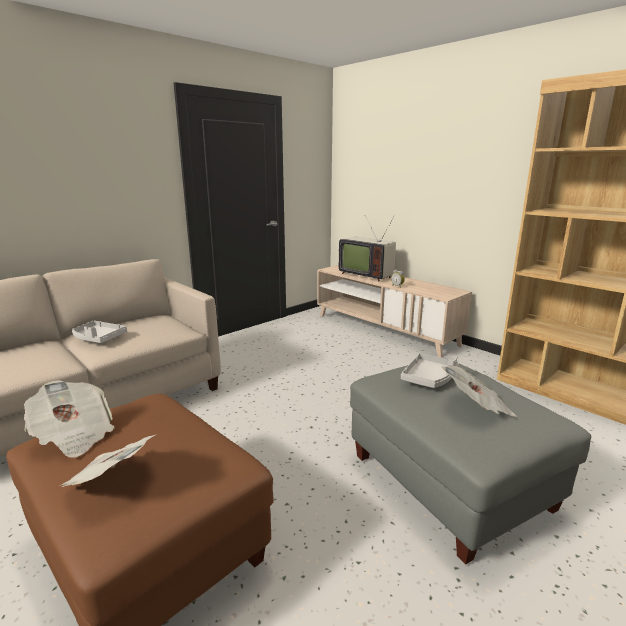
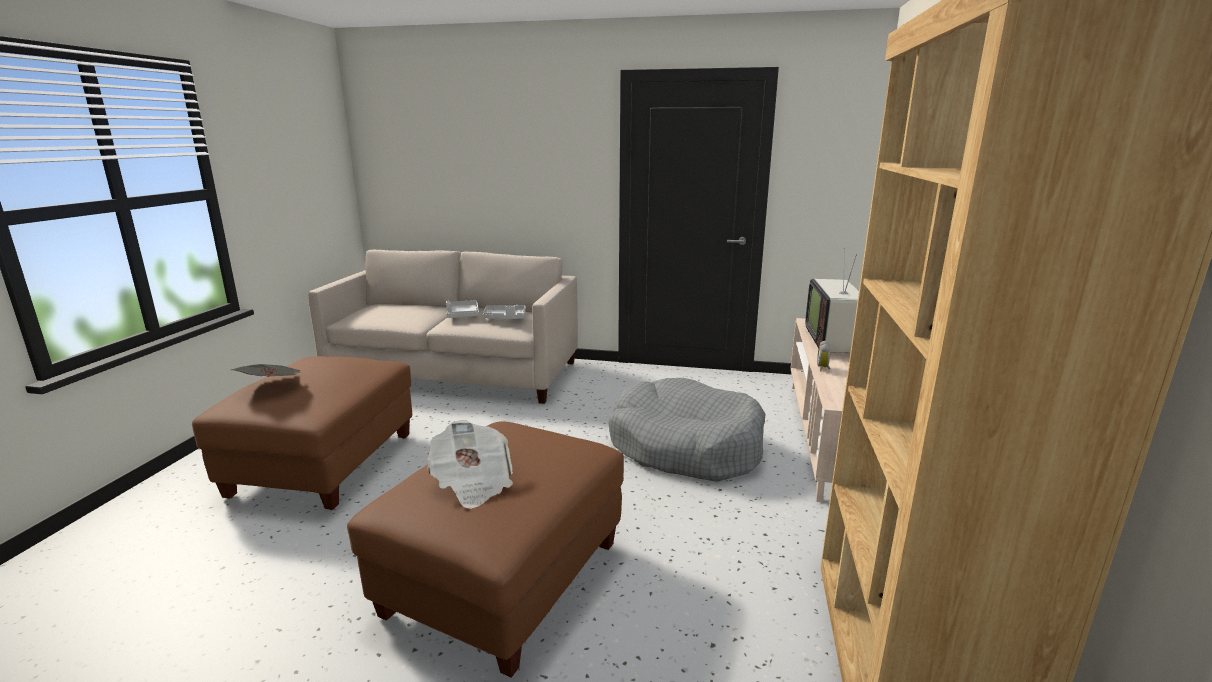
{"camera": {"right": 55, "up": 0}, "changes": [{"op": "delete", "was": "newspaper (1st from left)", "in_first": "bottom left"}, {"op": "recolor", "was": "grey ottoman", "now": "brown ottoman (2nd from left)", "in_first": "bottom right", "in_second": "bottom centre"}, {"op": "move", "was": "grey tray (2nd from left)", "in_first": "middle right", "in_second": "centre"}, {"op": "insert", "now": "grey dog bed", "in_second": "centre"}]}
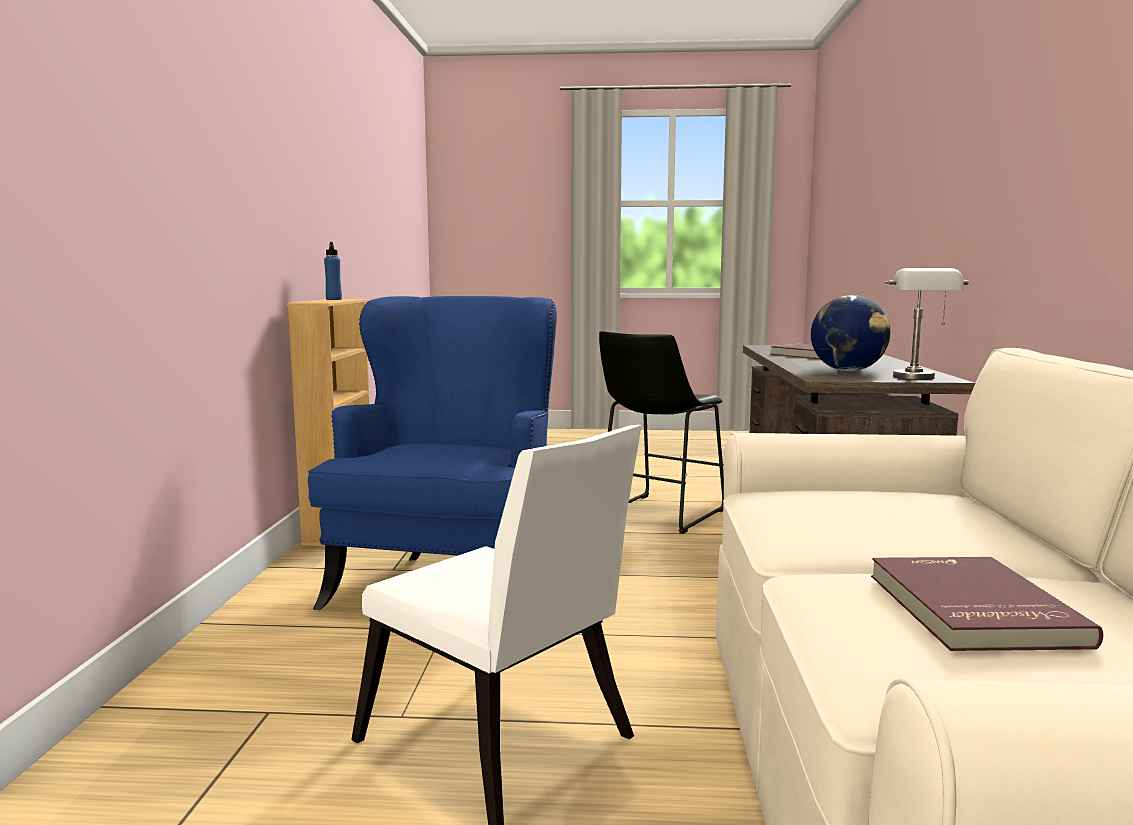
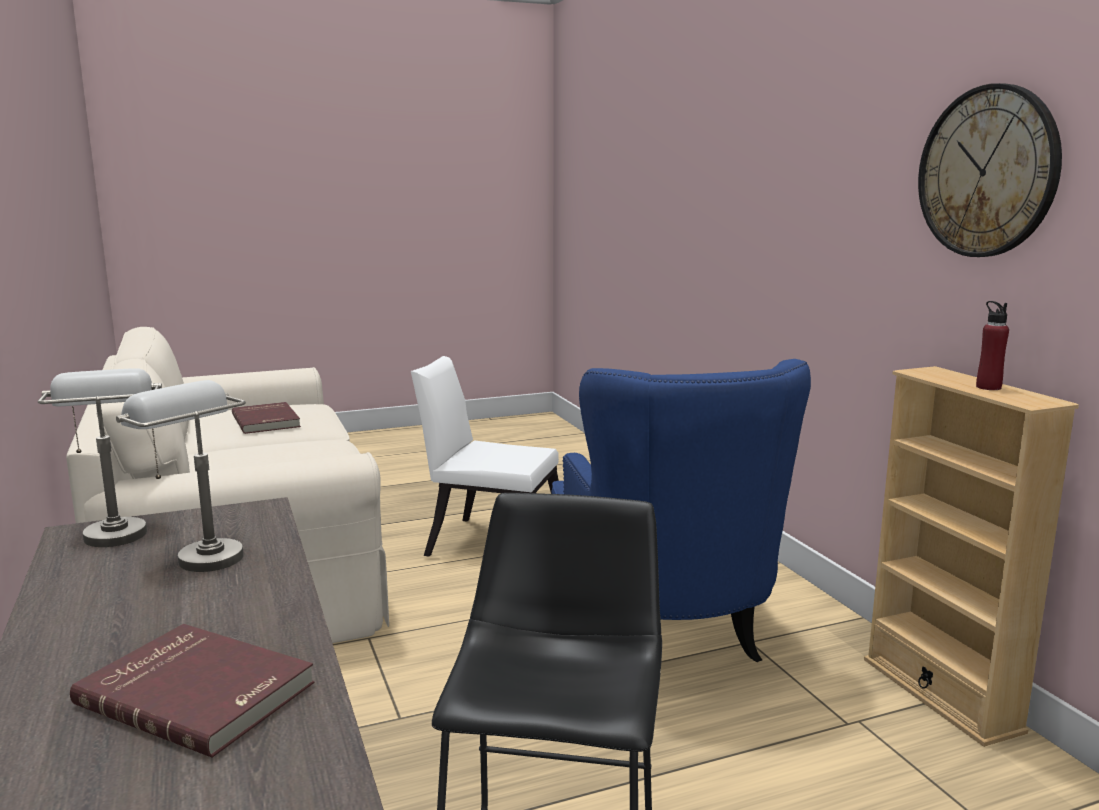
{"camera": {"right": 155, "up": 5}, "changes": [{"op": "recolor", "was": "blue bottle", "now": "red bottle", "in_first": "top left", "in_second": "middle right"}, {"op": "replace", "was": "globe", "now": "grey table lamp (2nd from left)", "in_first": "middle right", "in_second": "middle left"}, {"op": "insert", "now": "wall clock", "in_second": "top right"}]}
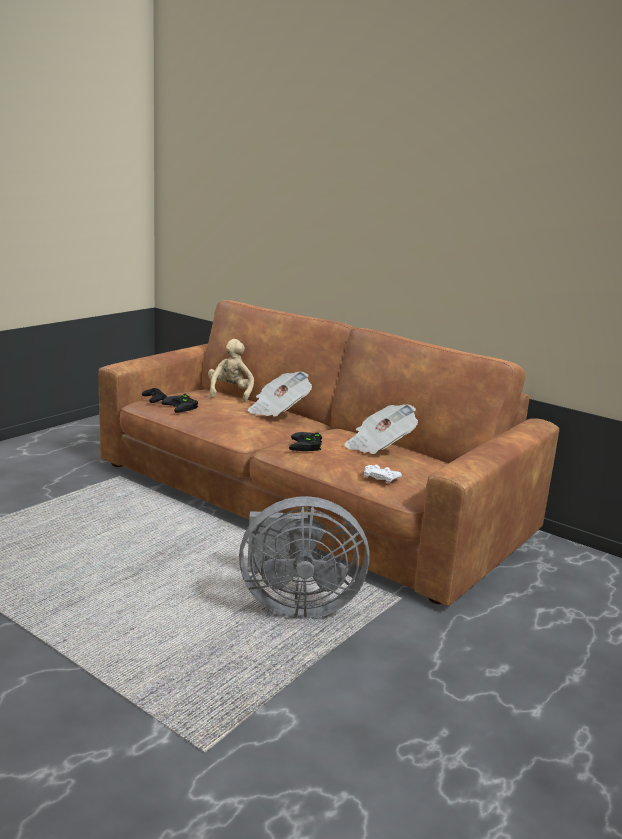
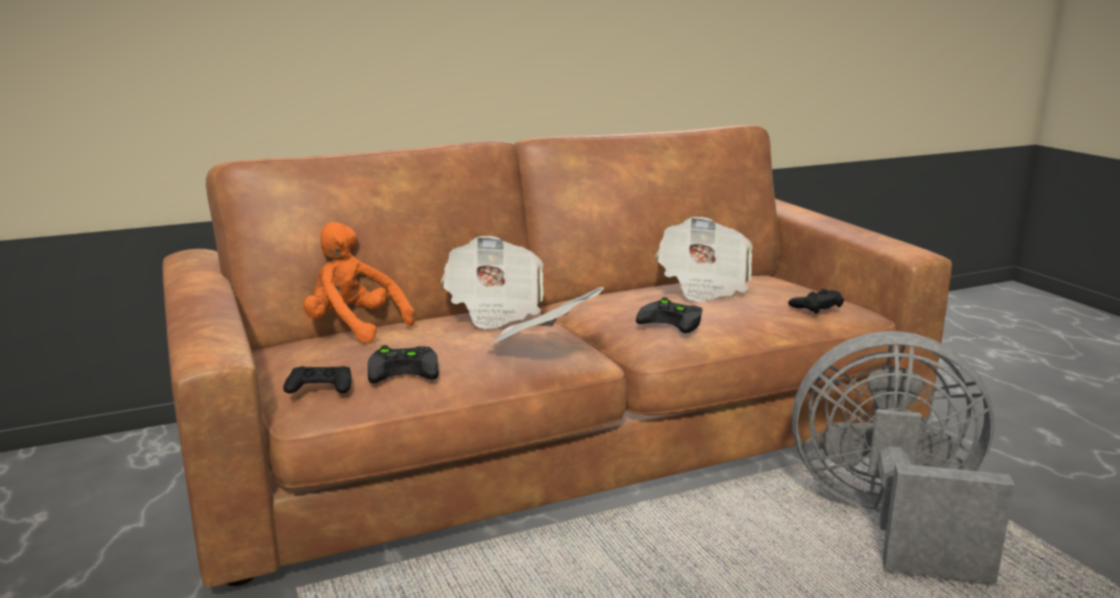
{"camera": {"right": -60, "up": 0}, "changes": [{"op": "recolor", "was": "beige plush toy", "now": "orange plush toy", "in_first": "centre", "in_second": "middle left"}, {"op": "rotate", "was": "grey fan", "in_first": "centre", "in_second": "bottom right", "clockwise": -105}, {"op": "recolor", "was": "white game controller", "now": "black game controller (4th from left)", "in_first": "centre", "in_second": "middle right"}, {"op": "insert", "now": "newspaper (2nd from left)", "in_second": "centre"}]}
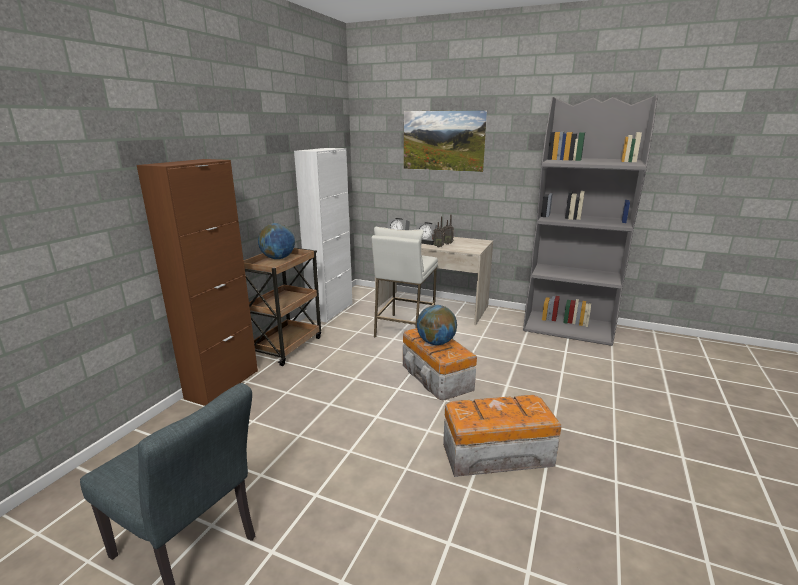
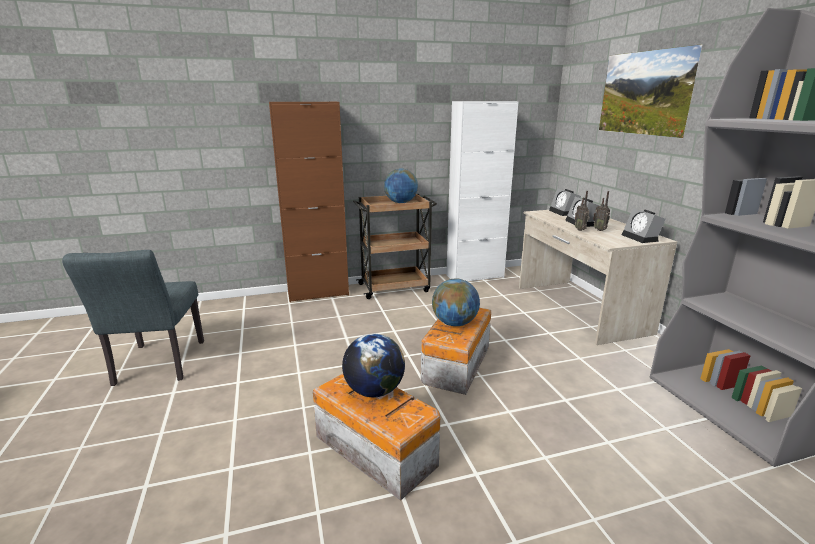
{"camera": {"right": 50, "up": 0}, "changes": [{"op": "delete", "was": "white stool", "in_first": "centre"}, {"op": "insert", "now": "globe (1st from left)", "in_second": "bottom centre"}, {"op": "insert", "now": "alarm clock (3rd from left)", "in_second": "middle right"}]}
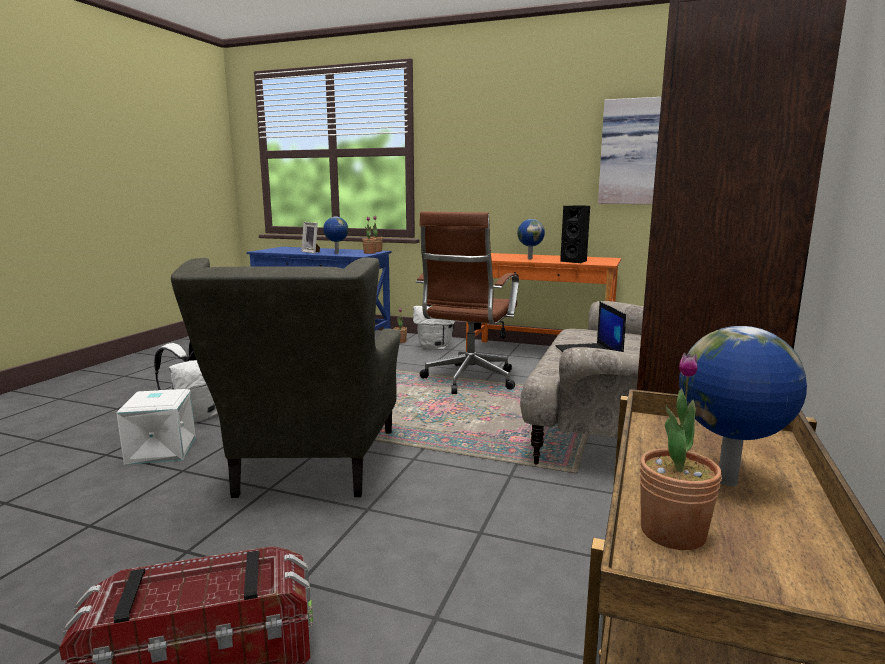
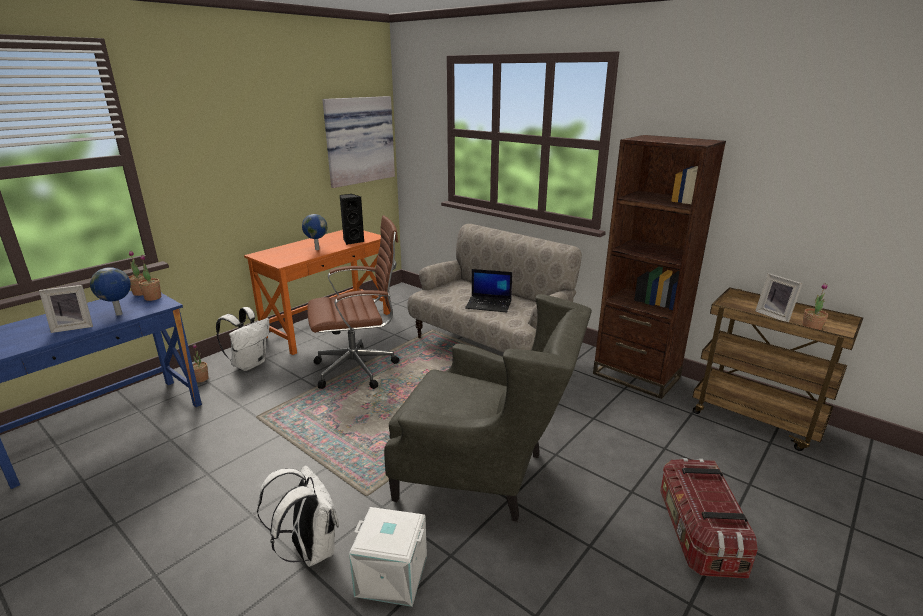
{"camera": {"right": -70, "up": 10}, "changes": [{"op": "rotate", "was": "brown office chair", "in_first": "centre", "in_second": "centre", "clockwise": -60}, {"op": "replace", "was": "globe (3rd from left)", "now": "picture frame (2nd from left)", "in_first": "middle right", "in_second": "middle right"}]}
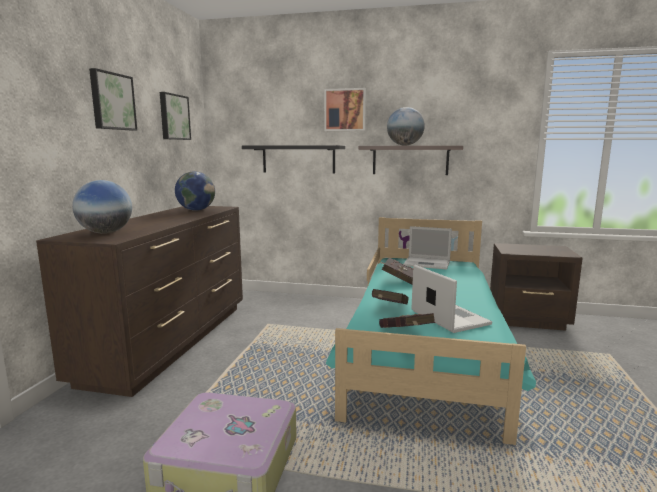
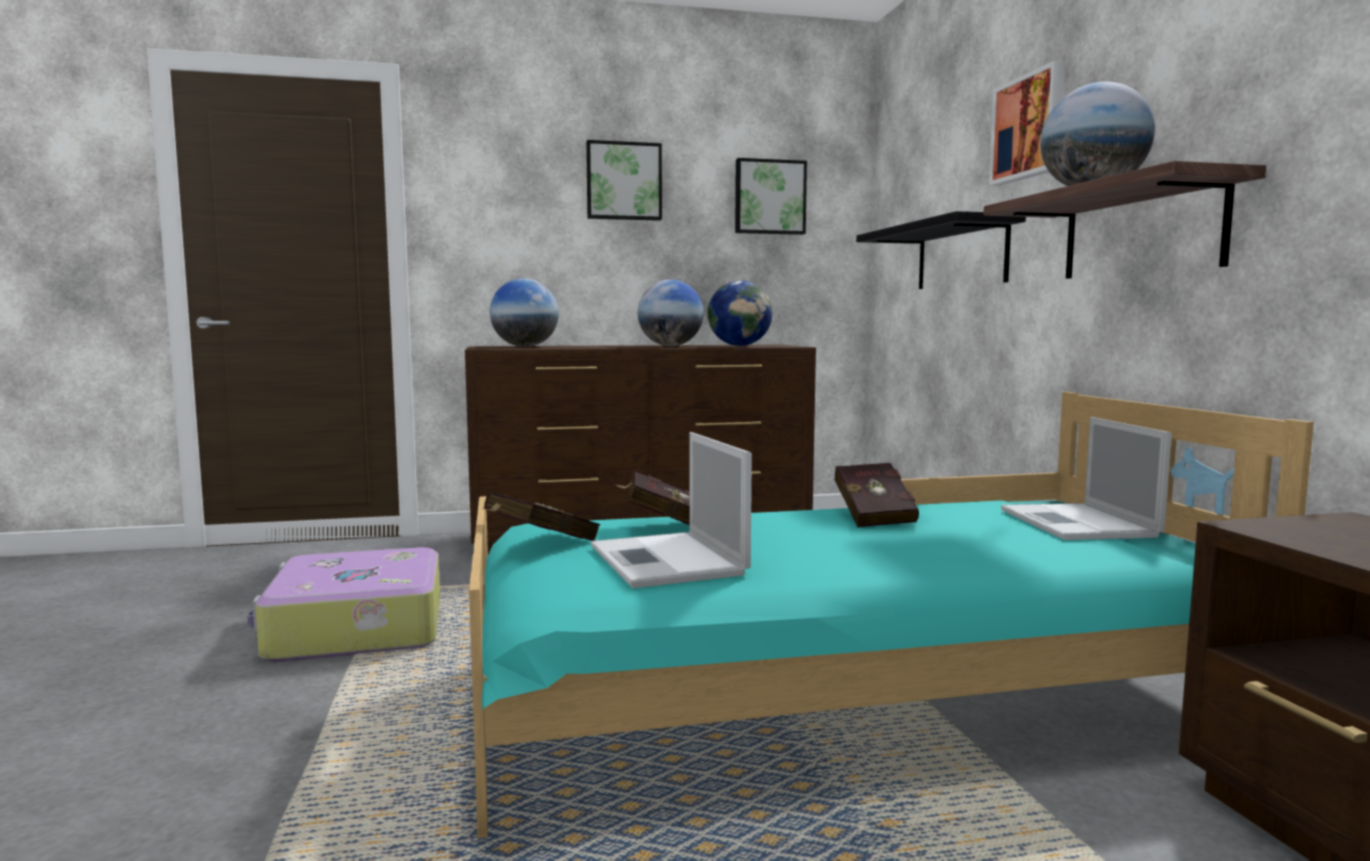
{"camera": {"right": 65, "up": -5}, "changes": [{"op": "rotate", "was": "laptop (2nd from left in the first image)", "in_first": "middle right", "in_second": "centre", "clockwise": 120}, {"op": "insert", "now": "globe (2nd from left)", "in_second": "centre"}]}
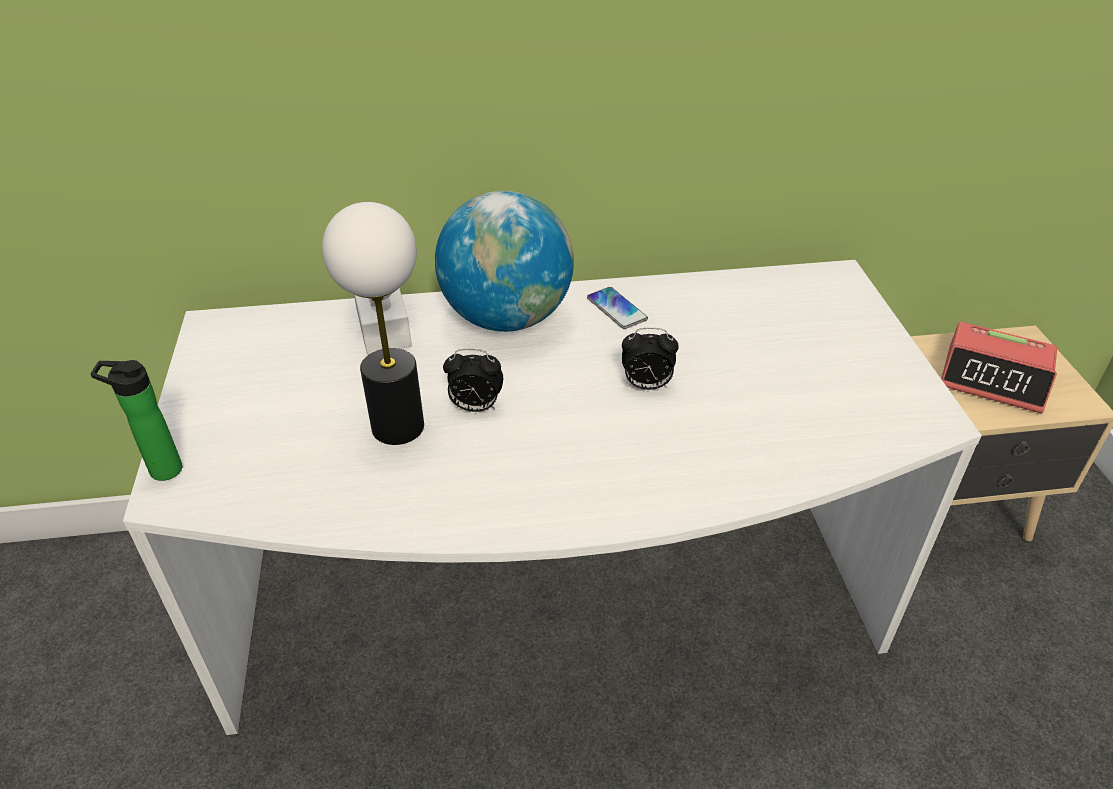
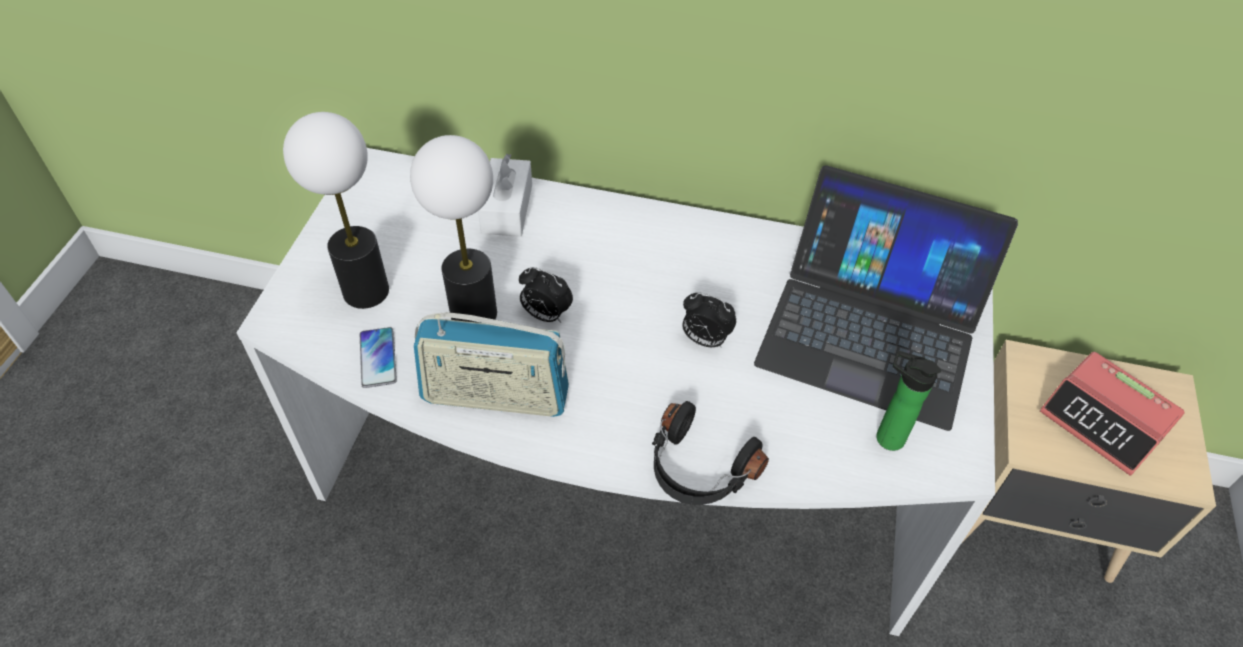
{"camera": {"right": 20, "up": 10}, "changes": [{"op": "move", "was": "bottle", "in_first": "middle left", "in_second": "middle right"}, {"op": "delete", "was": "globe", "in_first": "top centre"}, {"op": "move", "was": "phone", "in_first": "centre", "in_second": "middle left"}, {"op": "insert", "now": "table lamp (1st from left)", "in_second": "top left"}, {"op": "insert", "now": "radio", "in_second": "centre"}, {"op": "insert", "now": "black headphones", "in_second": "bottom centre"}, {"op": "insert", "now": "laptop", "in_second": "middle right"}]}
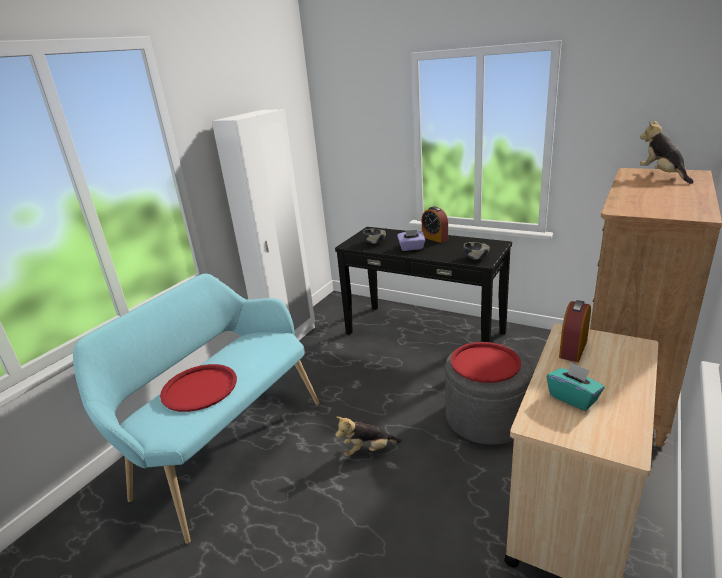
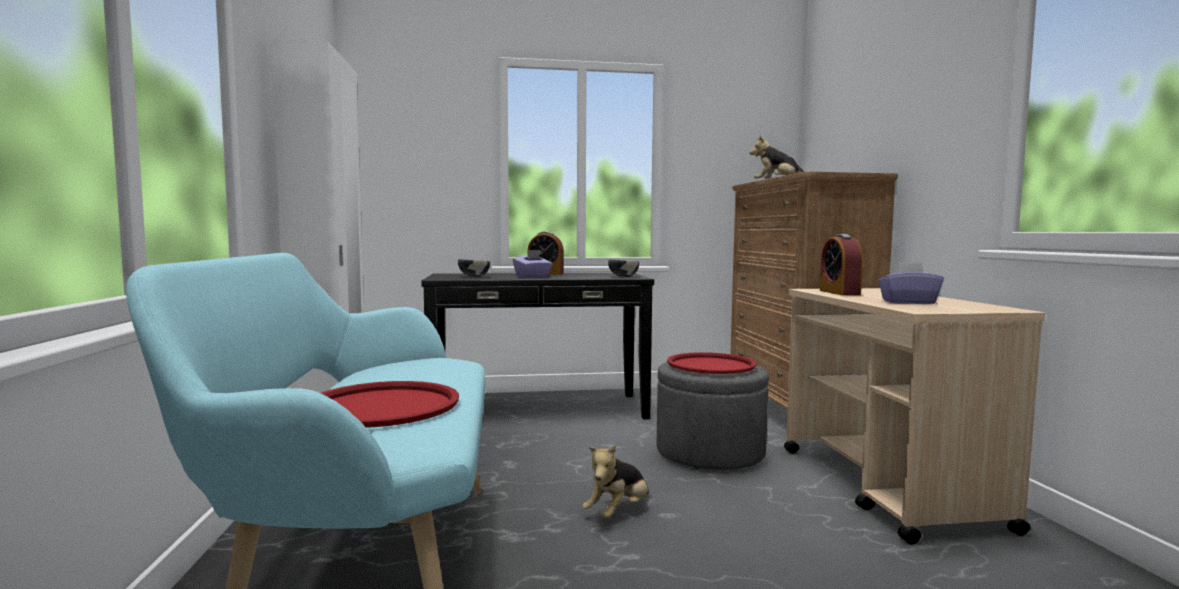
{"camera": {"right": -40, "up": -20}, "changes": [{"op": "recolor", "was": "turquoise tissue box", "now": "purple tissue box (2nd from left)", "in_first": "bottom right", "in_second": "middle right"}]}
